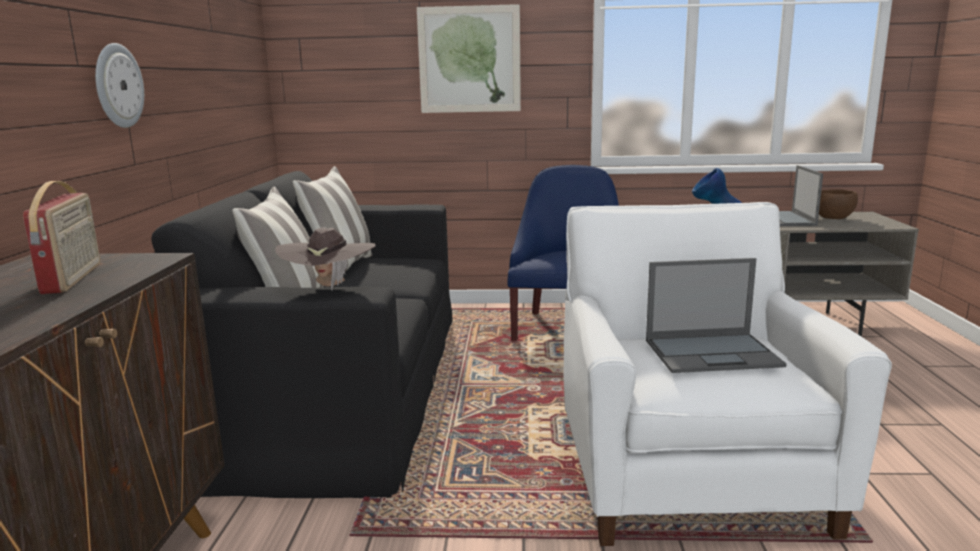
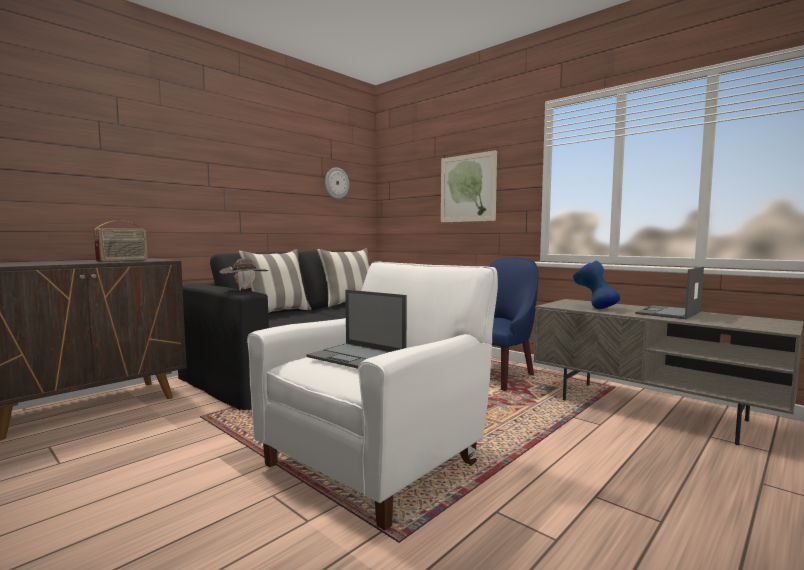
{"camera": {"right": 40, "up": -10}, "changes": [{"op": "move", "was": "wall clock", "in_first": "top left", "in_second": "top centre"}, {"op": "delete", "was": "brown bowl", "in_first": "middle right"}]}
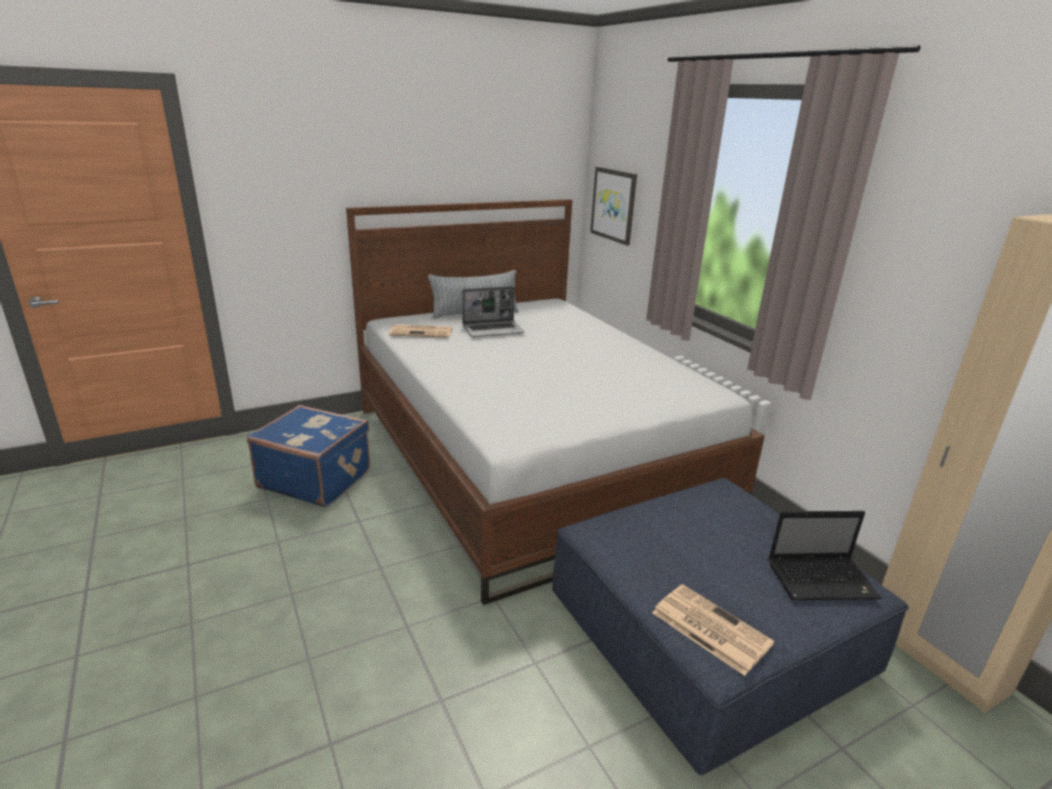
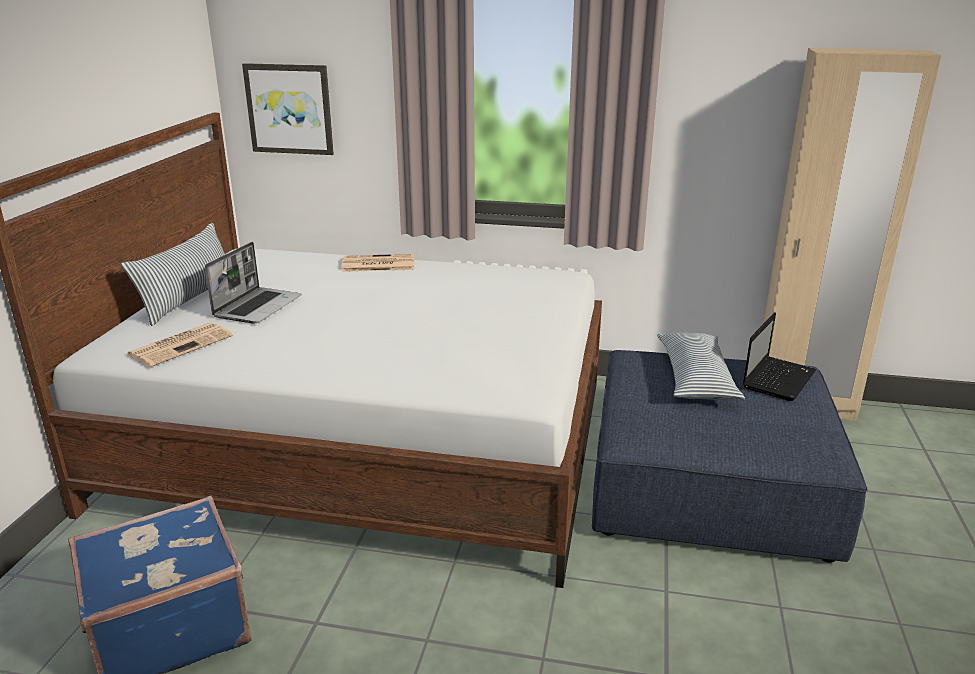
{"camera": {"right": -50, "up": 0}, "changes": [{"op": "move", "was": "newspaper (2nd from left)", "in_first": "bottom right", "in_second": "centre"}, {"op": "insert", "now": "pillow (2nd from left)", "in_second": "middle right"}]}
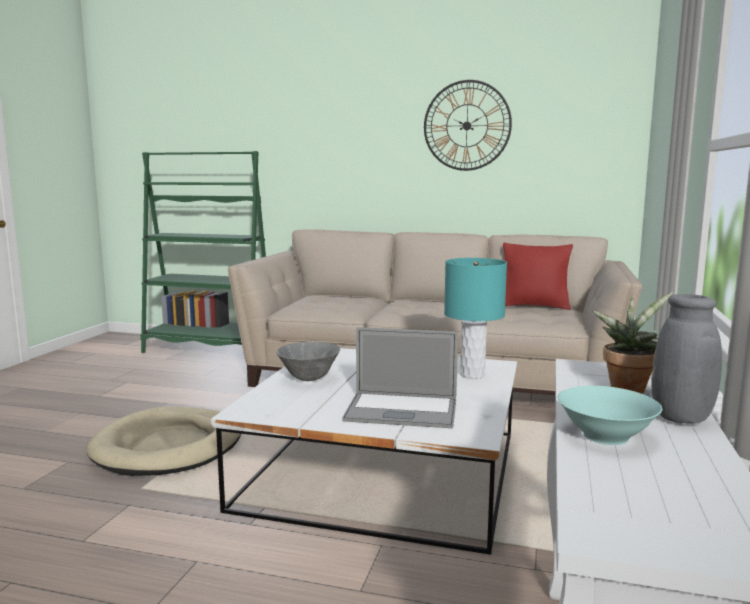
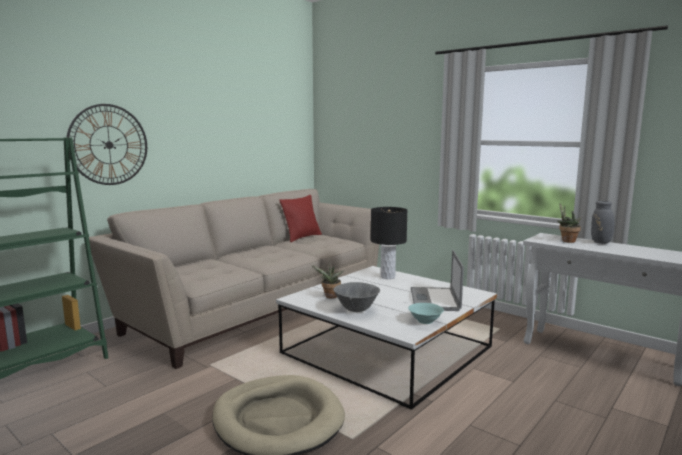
{"camera": {"right": -65, "up": 0}, "changes": [{"op": "rotate", "was": "laptop", "in_first": "centre", "in_second": "centre", "clockwise": 150}, {"op": "move", "was": "wall clock", "in_first": "top centre", "in_second": "top left"}, {"op": "recolor", "was": "turquoise table lamp", "now": "black table lamp", "in_first": "centre", "in_second": "centre"}, {"op": "move", "was": "turquoise bowl", "in_first": "bottom right", "in_second": "bottom centre"}, {"op": "insert", "now": "potted plant (1st from left)", "in_second": "centre"}]}
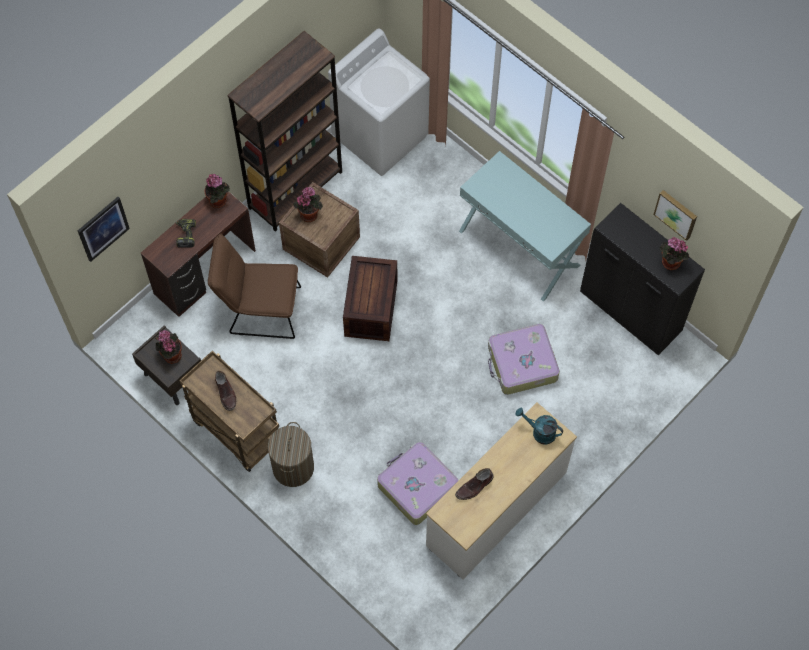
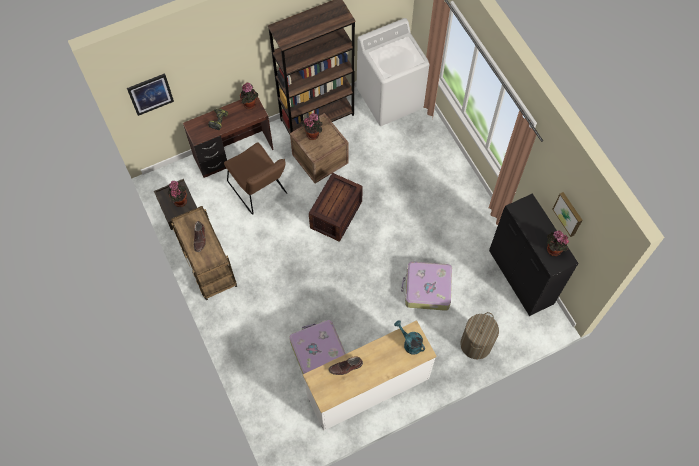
{"camera": {"right": 20, "up": 0}, "changes": [{"op": "rotate", "was": "brown chair", "in_first": "middle left", "in_second": "centre", "clockwise": -150}, {"op": "move", "was": "laundry basket", "in_first": "bottom centre", "in_second": "bottom right"}, {"op": "delete", "was": "turquoise console table", "in_first": "centre"}]}
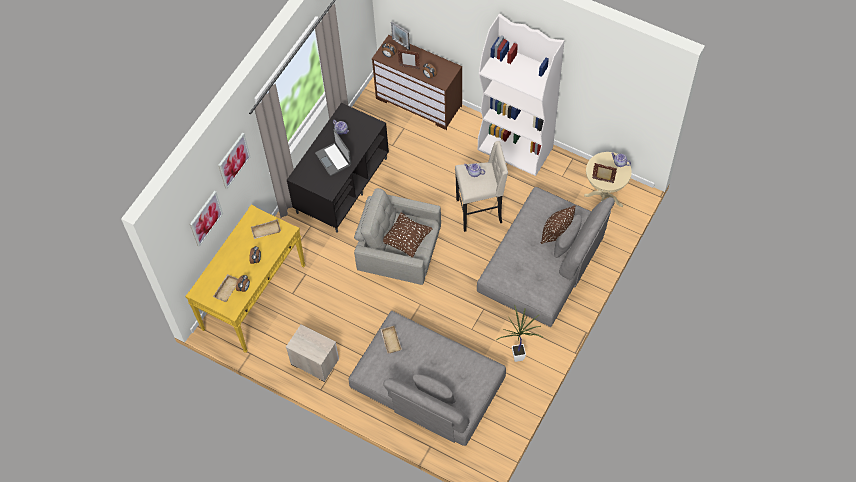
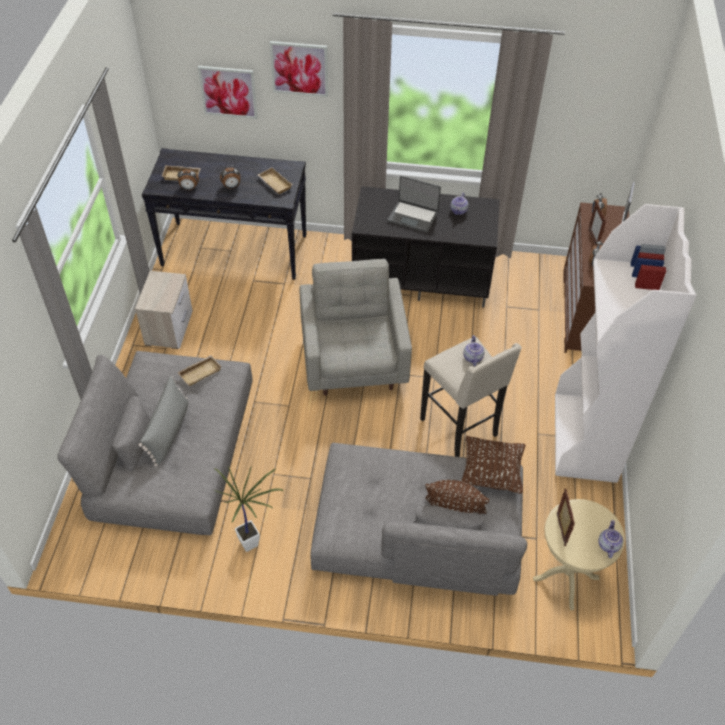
{"camera": {"right": 65, "up": -10}, "changes": [{"op": "recolor", "was": "yellow console table", "now": "black console table", "in_first": "middle left", "in_second": "top left"}, {"op": "rotate", "was": "laptop", "in_first": "top centre", "in_second": "top centre", "clockwise": -105}, {"op": "move", "was": "brown pillow (1st from left in the first image)", "now": "brown pillow (2nd from left)", "in_first": "centre", "in_second": "middle right"}, {"op": "insert", "now": "grey pillow", "in_second": "middle left"}]}
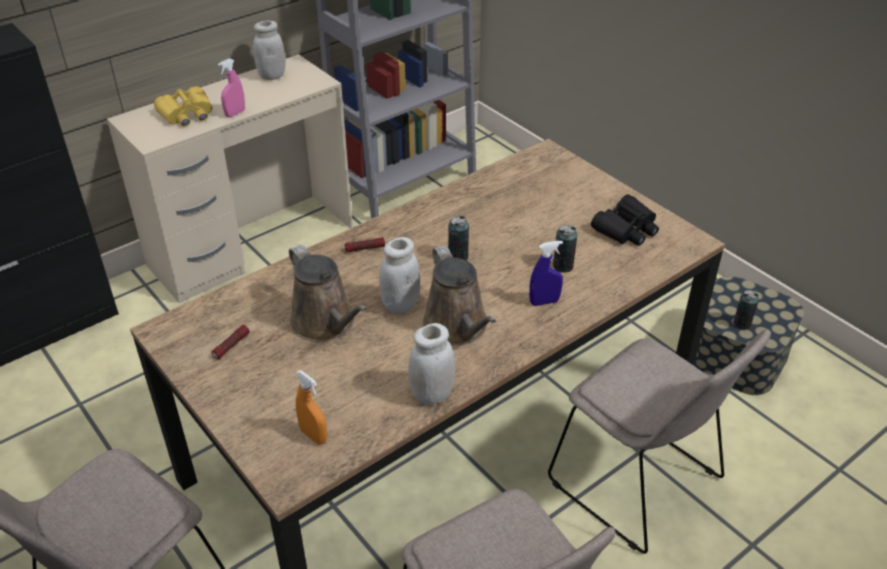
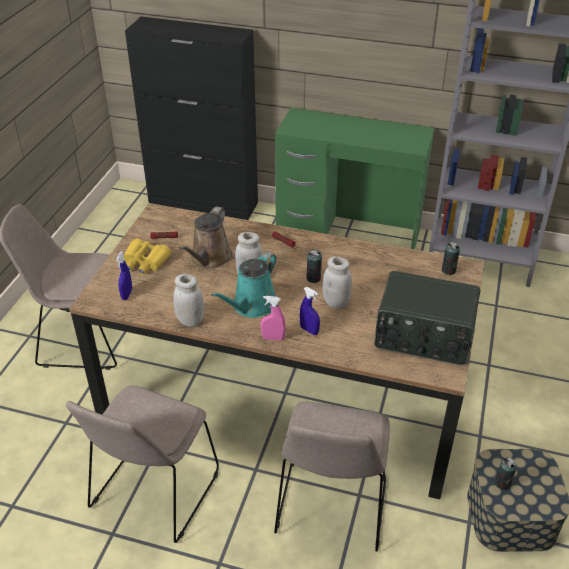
{"camera": {"right": 55, "up": 0}, "changes": [{"op": "recolor", "was": "beige desk", "now": "green desk", "in_first": "top left", "in_second": "top centre"}, {"op": "move", "was": "yellow binoculars", "in_first": "top left", "in_second": "middle left"}, {"op": "move", "was": "pink spray bottle", "in_first": "top left", "in_second": "centre"}, {"op": "move", "was": "white jar (1st from left in the first image)", "now": "white jar (3rd from left)", "in_first": "top left", "in_second": "centre"}, {"op": "recolor", "was": "orange spray bottle", "now": "blue spray bottle (1st from left)", "in_first": "bottom centre", "in_second": "middle left"}, {"op": "recolor", "was": "brown watering can (2nd from left)", "now": "turquoise watering can", "in_first": "centre", "in_second": "centre"}, {"op": "move", "was": "can (2nd from left)", "in_first": "centre", "in_second": "middle right"}, {"op": "replace", "was": "black binoculars", "now": "radio", "in_first": "middle right", "in_second": "middle right"}]}
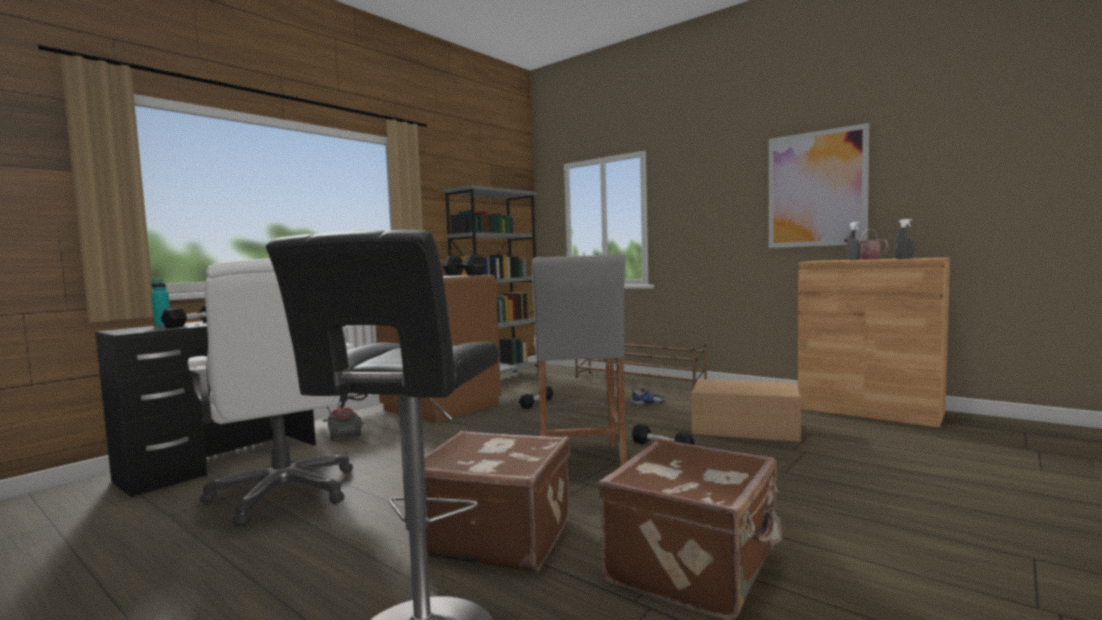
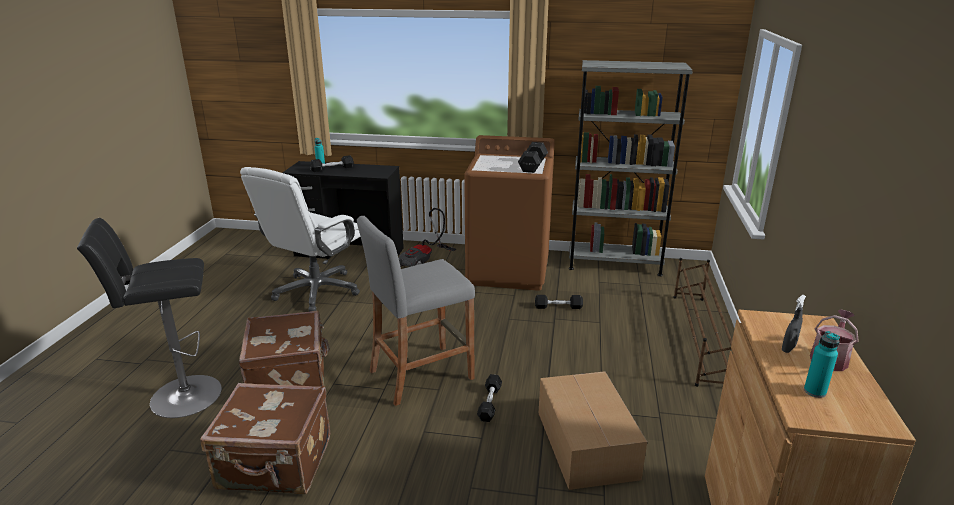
{"camera": {"right": 60, "up": 20}, "changes": [{"op": "delete", "was": "shoe", "in_first": "centre"}, {"op": "delete", "was": "picture", "in_first": "top right"}, {"op": "replace", "was": "grey spray bottle (2nd from left)", "now": "turquoise bottle (2nd from left)", "in_first": "middle right", "in_second": "bottom right"}]}
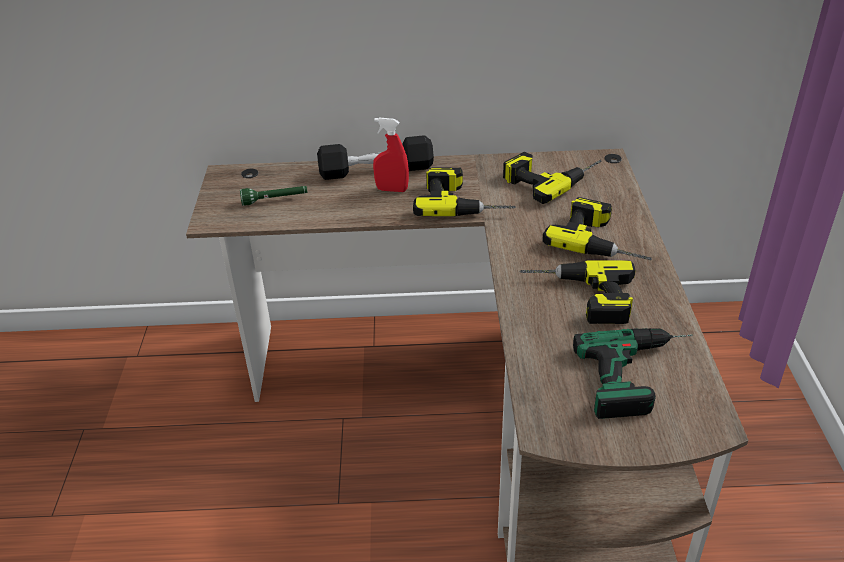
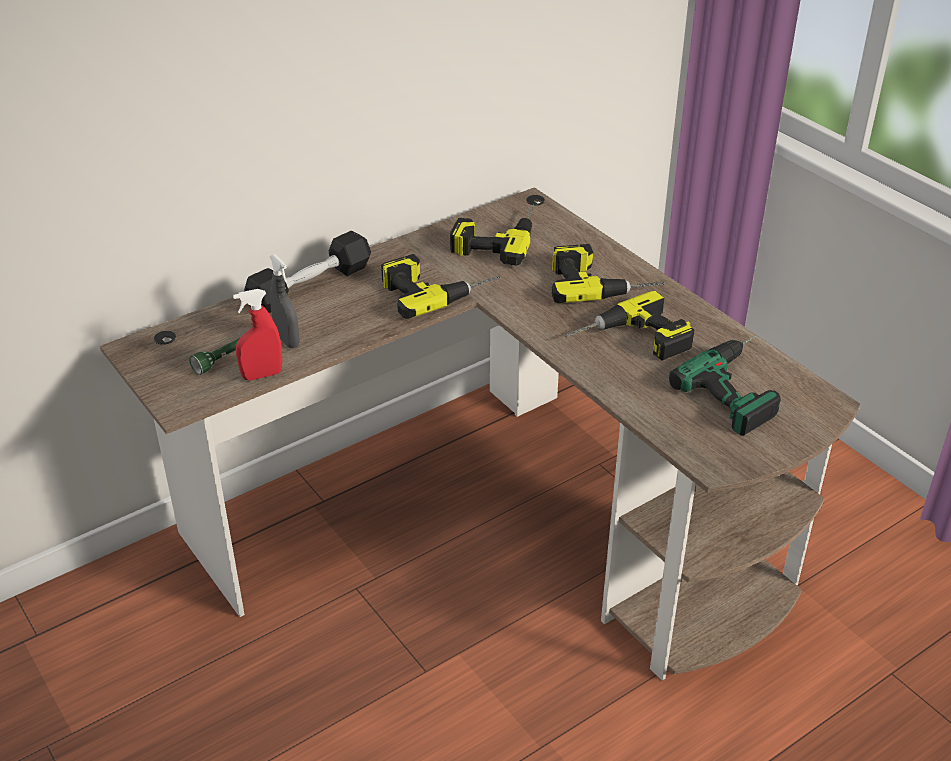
{"camera": {"right": -35, "up": 0}, "changes": [{"op": "move", "was": "red spray bottle", "in_first": "top centre", "in_second": "middle left"}, {"op": "insert", "now": "grey spray bottle", "in_second": "middle left"}]}
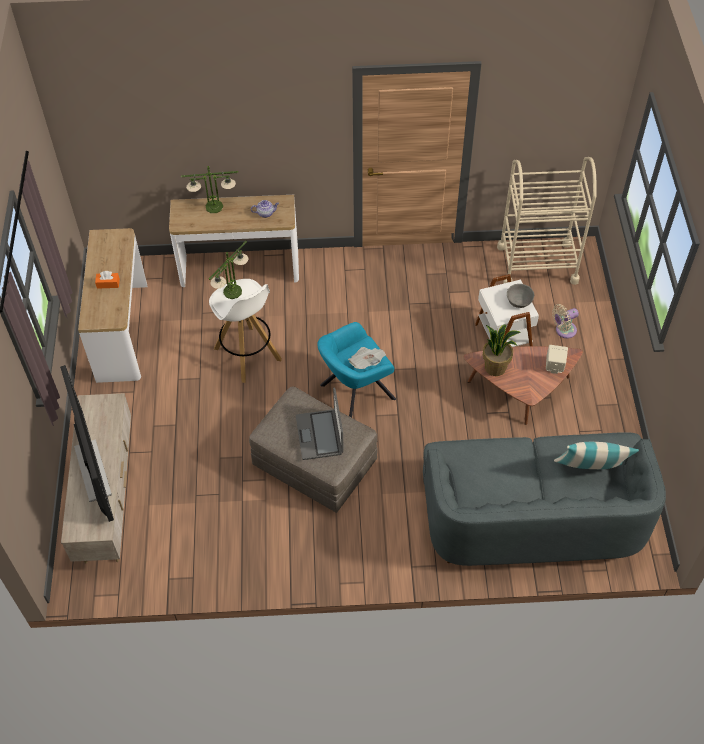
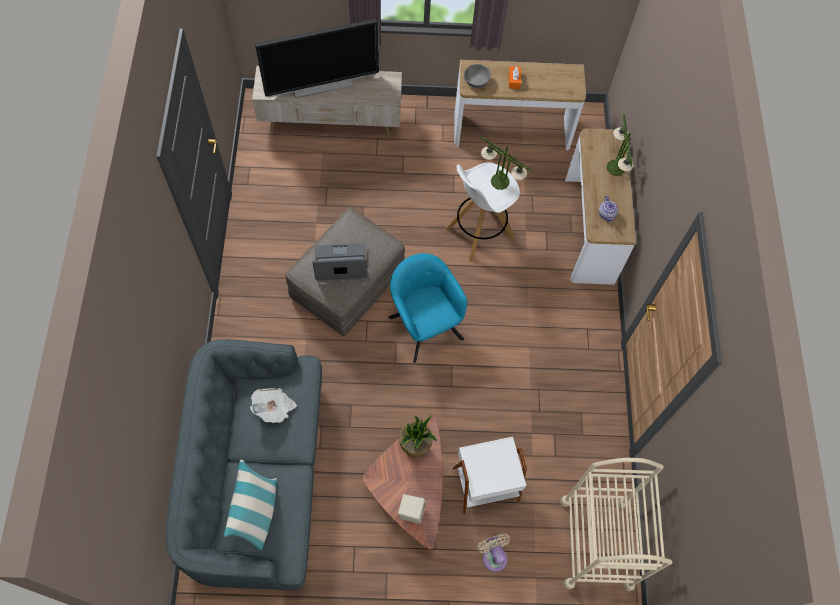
{"camera": {"right": 90, "up": 10}, "changes": [{"op": "move", "was": "newspaper", "in_first": "centre", "in_second": "bottom left"}, {"op": "move", "was": "grey bowl", "in_first": "middle right", "in_second": "top centre"}]}
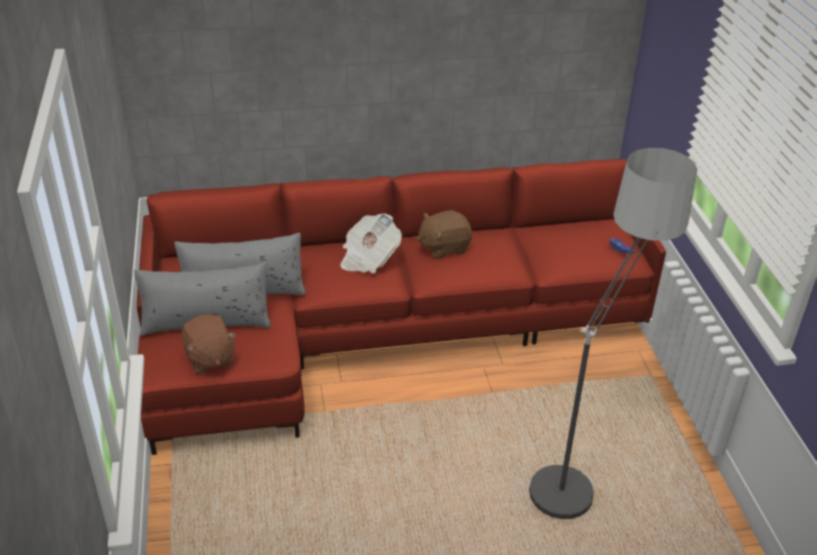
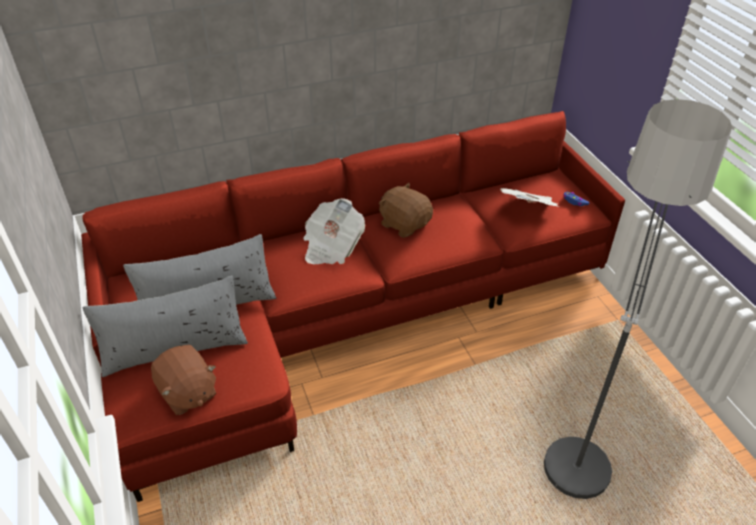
{"camera": {"right": -10, "up": 5}, "changes": [{"op": "rotate", "was": "brown plush toy (2nd from left)", "in_first": "centre", "in_second": "centre", "clockwise": 75}, {"op": "insert", "now": "newspaper (2nd from left)", "in_second": "middle right"}]}
